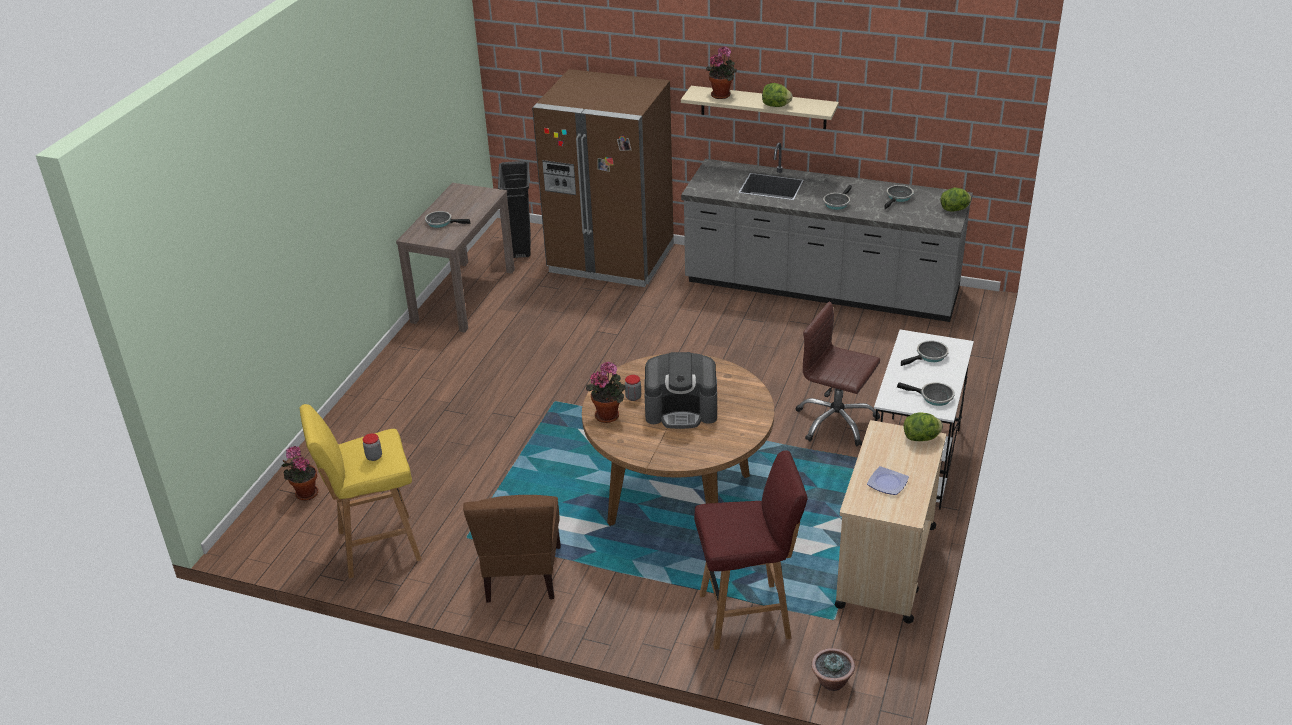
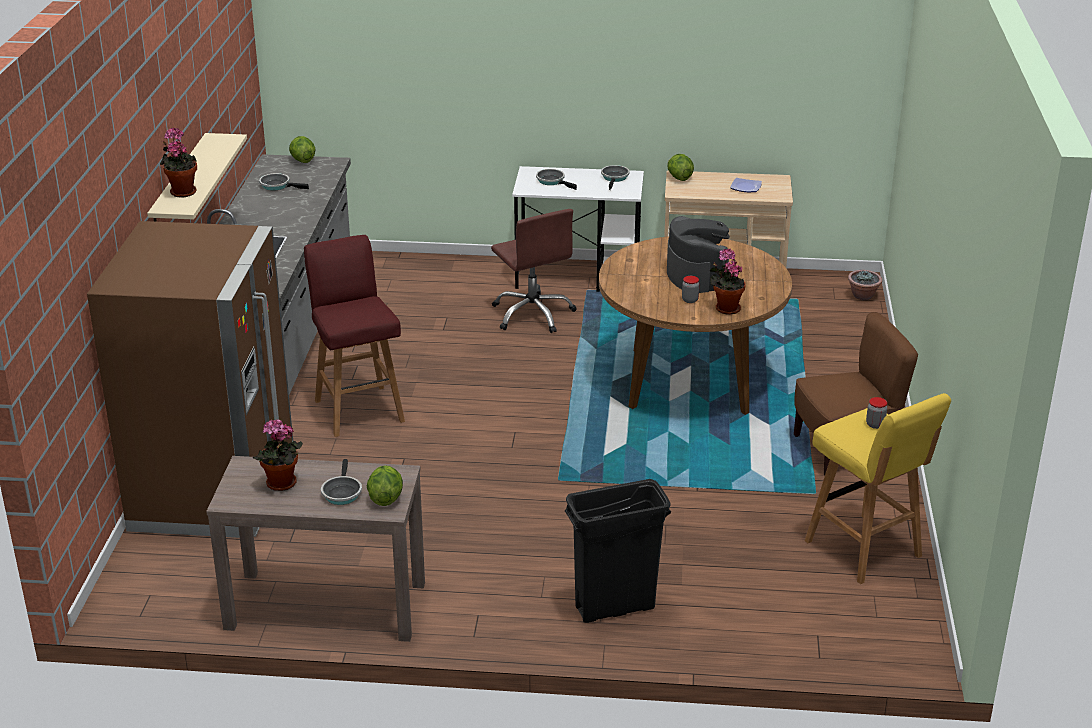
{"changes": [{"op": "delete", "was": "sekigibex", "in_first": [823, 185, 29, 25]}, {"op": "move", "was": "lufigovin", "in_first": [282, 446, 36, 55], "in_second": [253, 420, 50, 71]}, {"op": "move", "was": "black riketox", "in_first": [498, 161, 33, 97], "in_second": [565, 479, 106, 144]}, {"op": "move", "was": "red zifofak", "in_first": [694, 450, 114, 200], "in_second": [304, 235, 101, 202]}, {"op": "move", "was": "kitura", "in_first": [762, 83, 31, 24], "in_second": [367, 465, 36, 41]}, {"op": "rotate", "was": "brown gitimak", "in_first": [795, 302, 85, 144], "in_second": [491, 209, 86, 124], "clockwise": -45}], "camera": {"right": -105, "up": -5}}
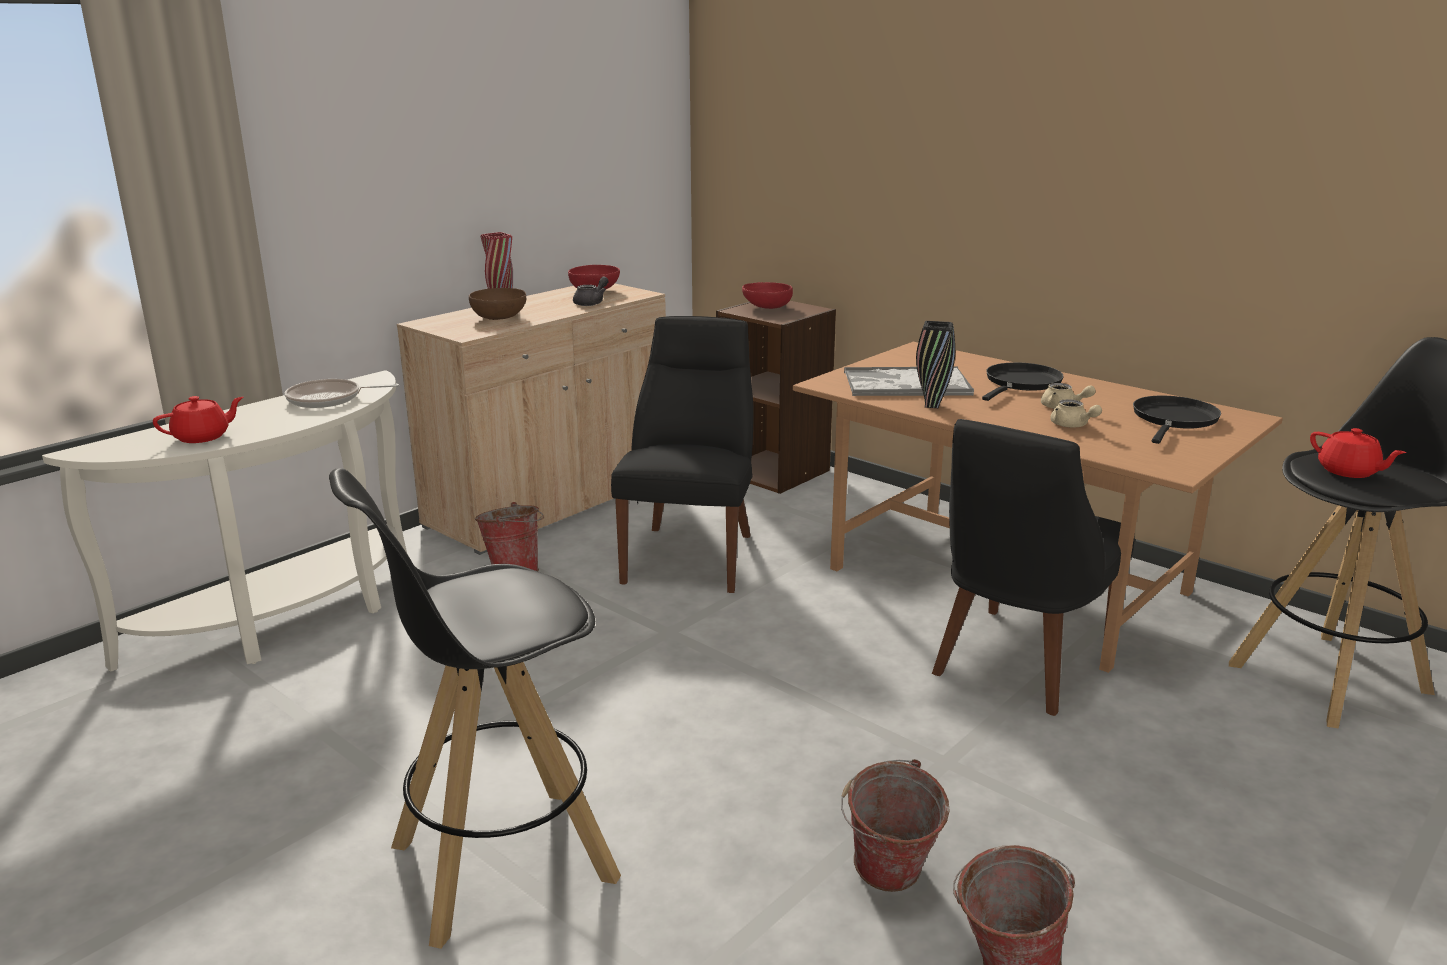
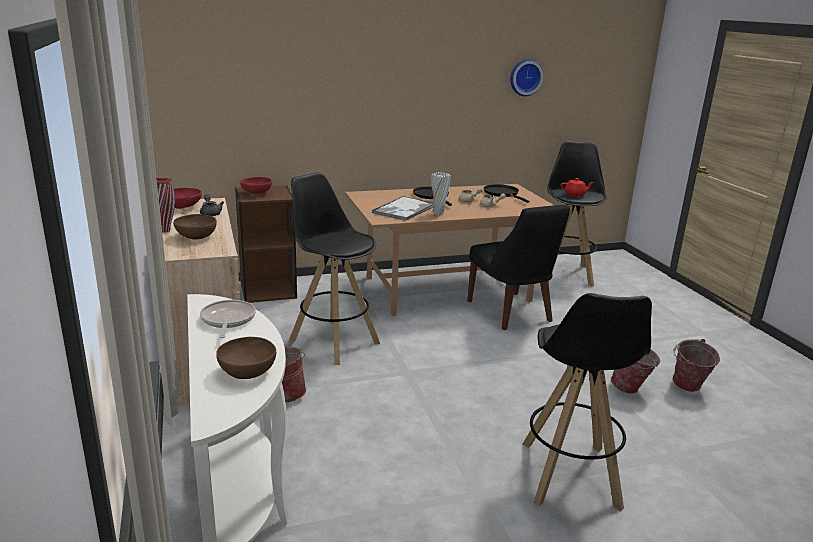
{"changes": [{"op": "insert", "now": "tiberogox", "in_second": [510, 59, 33, 37]}, {"op": "replace", "was": "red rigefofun", "now": "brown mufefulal", "in_first": [153, 396, 90, 47], "in_second": [216, 337, 60, 42]}, {"op": "replace", "was": "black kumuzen", "now": "black zifofak", "in_first": [611, 316, 143, 277], "in_second": [289, 172, 91, 193]}, {"op": "recolor", "was": "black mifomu", "now": "white mifomu", "in_first": [916, 321, 39, 87], "in_second": [431, 172, 20, 44]}, {"op": "rotate", "was": "sekigibex", "in_first": [284, 379, 115, 29], "in_second": [200, 300, 56, 38], "clockwise": 150}], "camera": {"right": -60, "up": 0}}
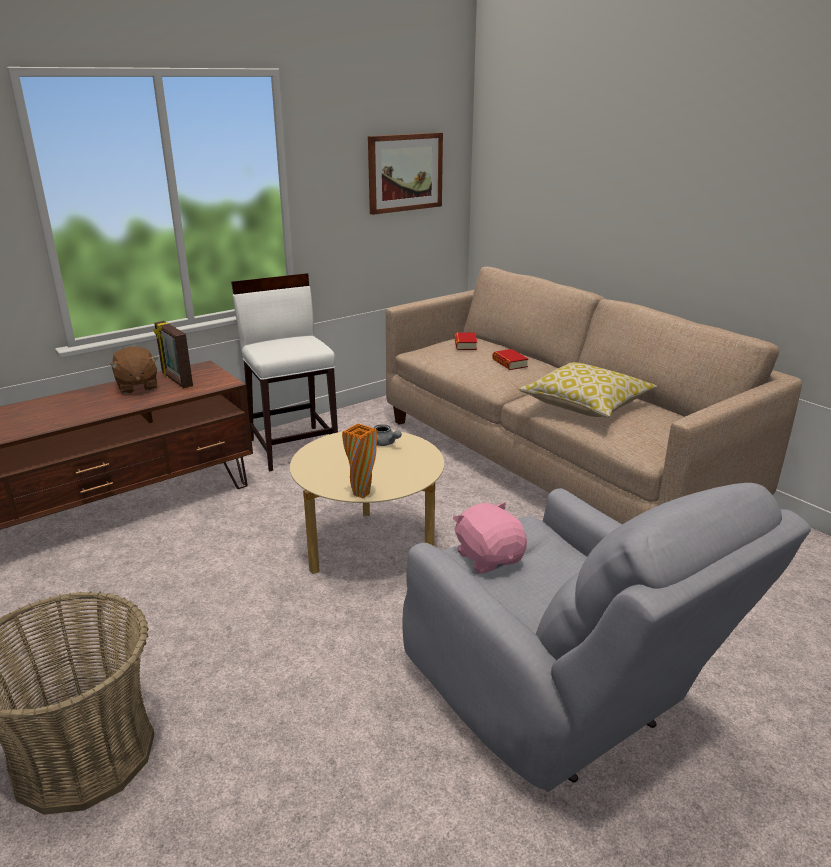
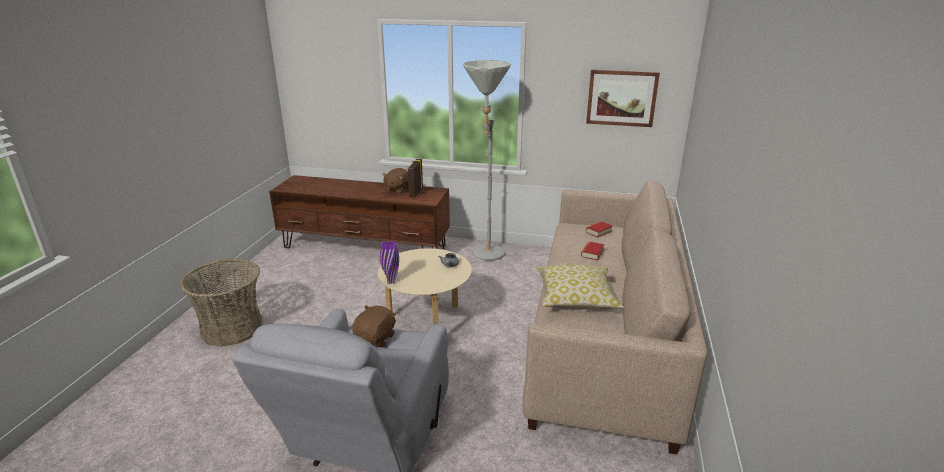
{"changes": [{"op": "replace", "was": "white zifofak", "now": "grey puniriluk", "in_first": [231, 273, 107, 198], "in_second": [463, 60, 48, 201]}, {"op": "recolor", "was": "orange mifomu", "now": "purple mifomu", "in_first": [342, 423, 35, 75], "in_second": [380, 242, 19, 42]}, {"op": "recolor", "was": "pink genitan", "now": "brown genitan", "in_first": [453, 502, 74, 71], "in_second": [352, 305, 45, 42]}], "camera": {"right": 50, "up": 0}}
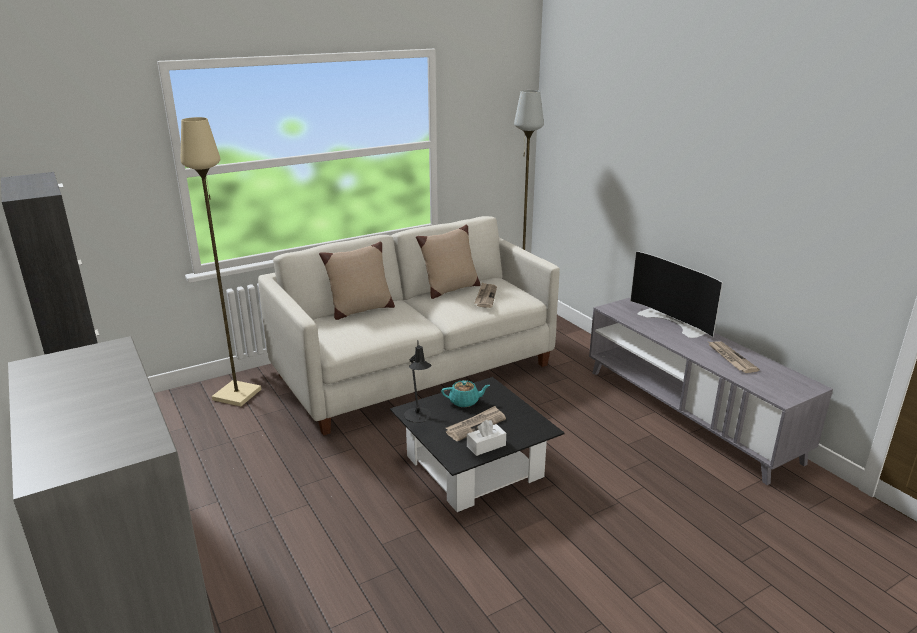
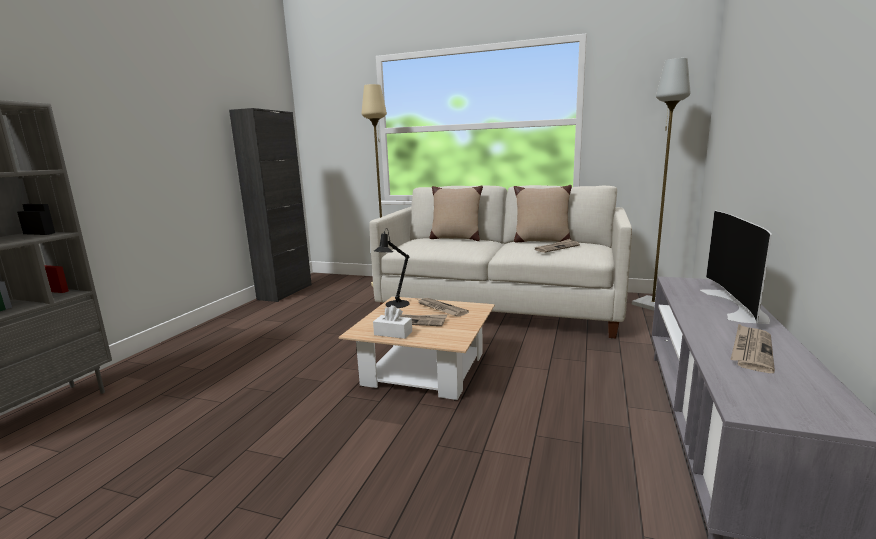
{"changes": [{"op": "replace", "was": "turquoise rigefofun", "now": "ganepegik", "in_first": [441, 380, 49, 27], "in_second": [418, 298, 51, 19]}, {"op": "recolor", "was": "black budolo", "now": "beige budolo", "in_first": [390, 377, 174, 135], "in_second": [338, 296, 157, 104]}], "camera": {"right": 50, "up": -10}}
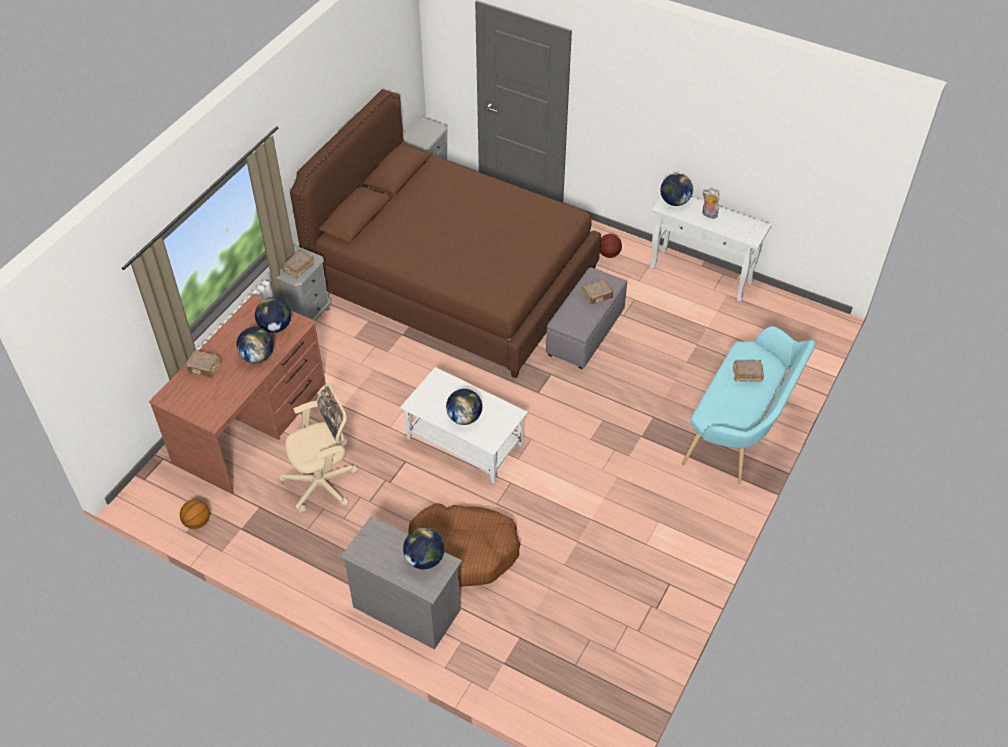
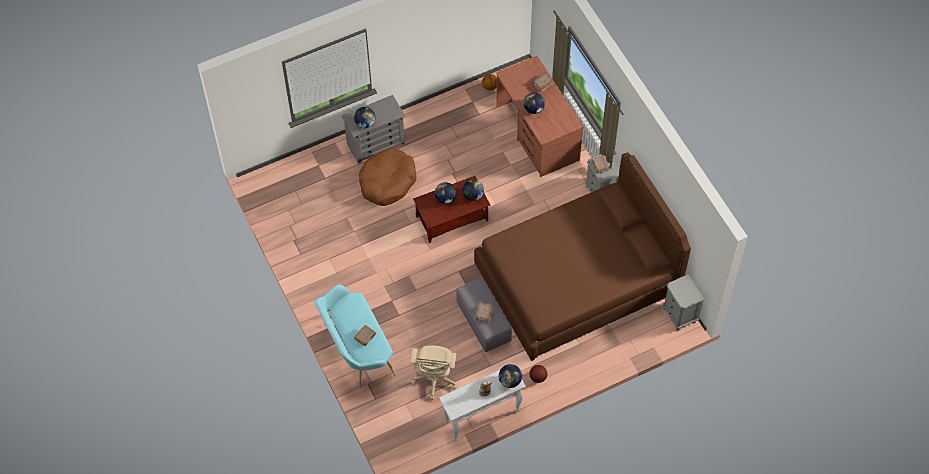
{"changes": [{"op": "move", "was": "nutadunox", "in_first": [255, 297, 36, 36], "in_second": [462, 179, 22, 22]}, {"op": "move", "was": "beige gitimak", "in_first": [278, 384, 80, 129], "in_second": [410, 345, 47, 55]}, {"op": "recolor", "was": "white budolo", "now": "brown budolo", "in_first": [400, 367, 128, 116], "in_second": [413, 176, 78, 67]}], "camera": {"right": 125, "up": 10}}
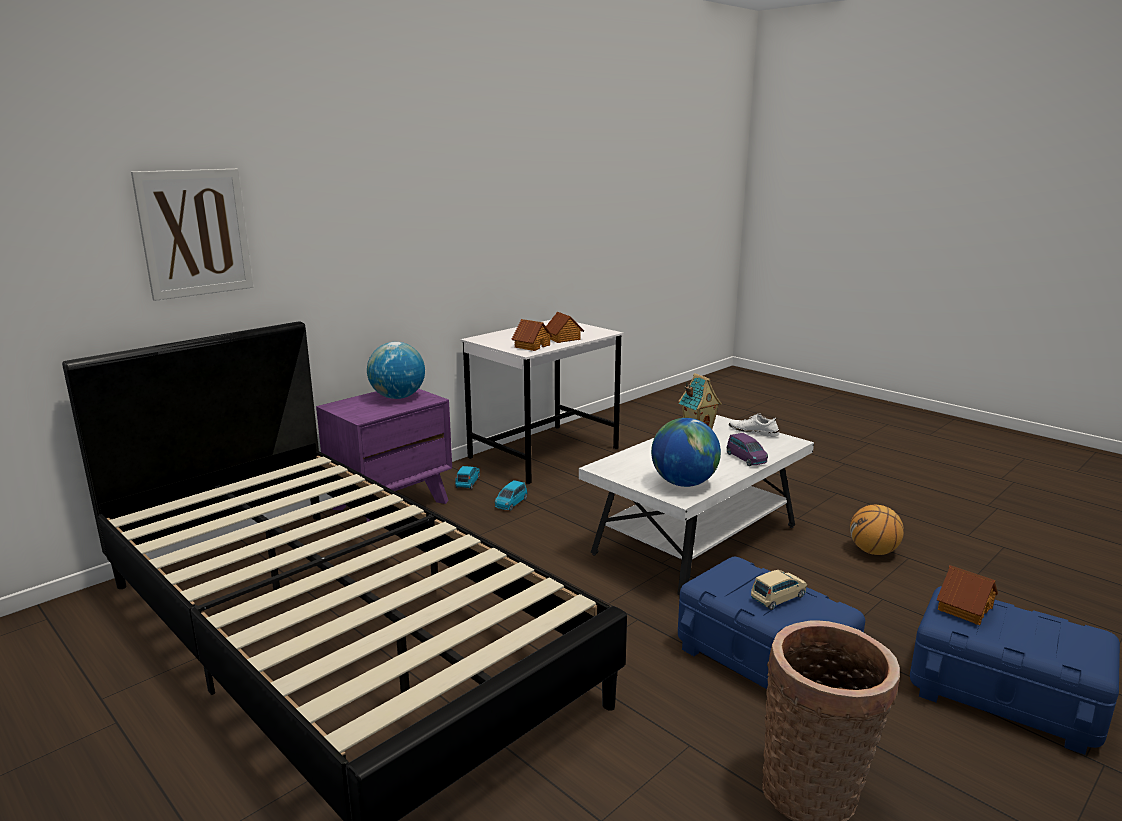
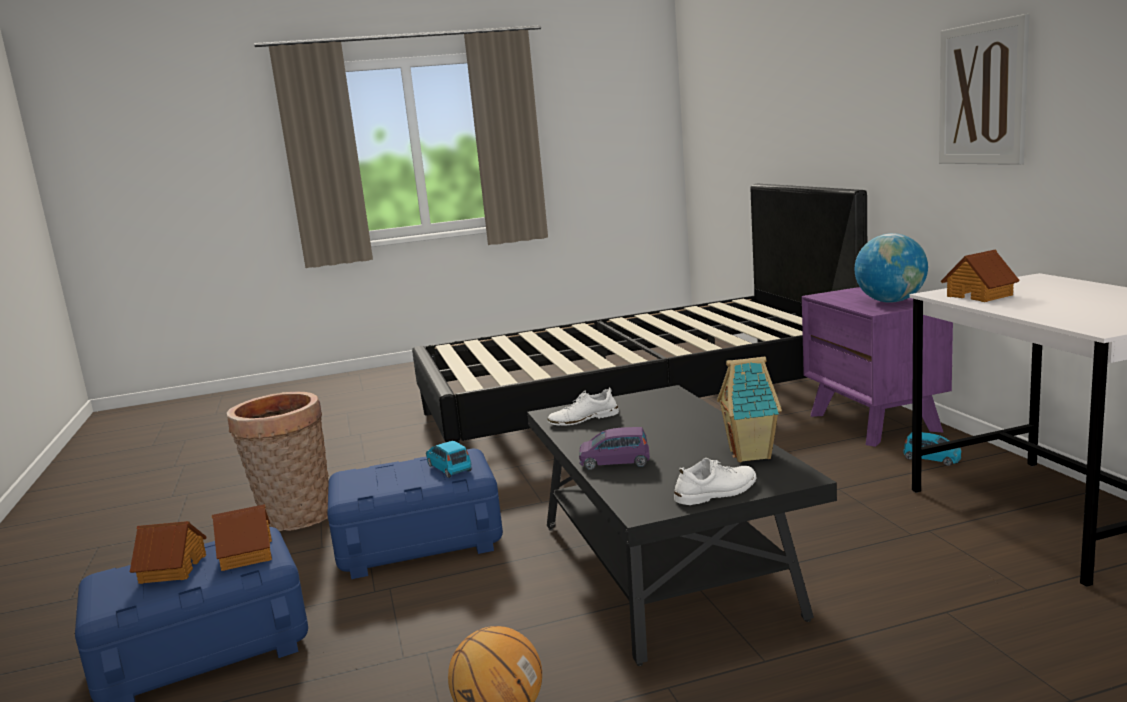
{"changes": [{"op": "delete", "was": "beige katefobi", "in_first": [751, 570, 56, 40]}, {"op": "move", "was": "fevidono", "in_first": [131, 169, 122, 132], "in_second": [939, 14, 91, 151]}, {"op": "move", "was": "blue katefobi", "in_first": [495, 480, 32, 31], "in_second": [426, 441, 45, 37]}, {"op": "move", "was": "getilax", "in_first": [546, 312, 38, 31], "in_second": [130, 521, 76, 63]}, {"op": "replace", "was": "nutadunox", "now": "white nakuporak", "in_first": [651, 418, 70, 69], "in_second": [547, 388, 72, 38]}, {"op": "recolor", "was": "white budolo", "now": "black budolo", "in_first": [579, 415, 235, 180], "in_second": [527, 385, 310, 281]}], "camera": {"right": 120, "up": -5}}
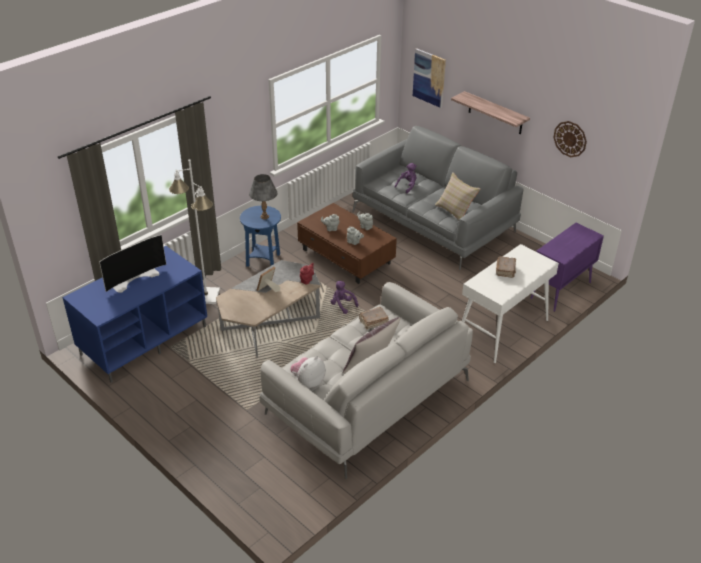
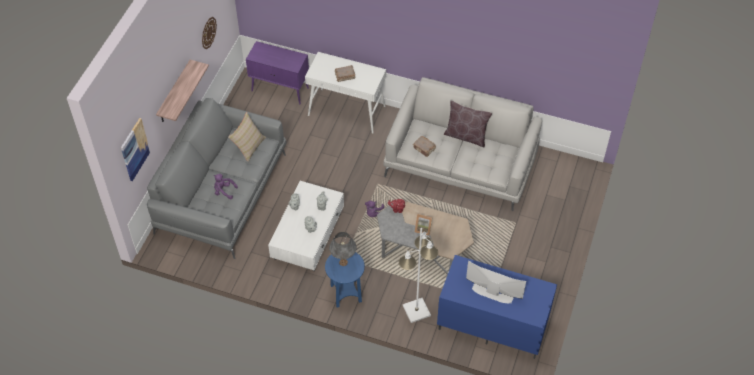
{"changes": [{"op": "delete", "was": "genitan", "in_first": [290, 356, 36, 32]}, {"op": "recolor", "was": "brown budolo", "now": "white budolo", "in_first": [297, 203, 100, 81], "in_second": [268, 181, 76, 90]}], "camera": {"right": -115, "up": 15}}
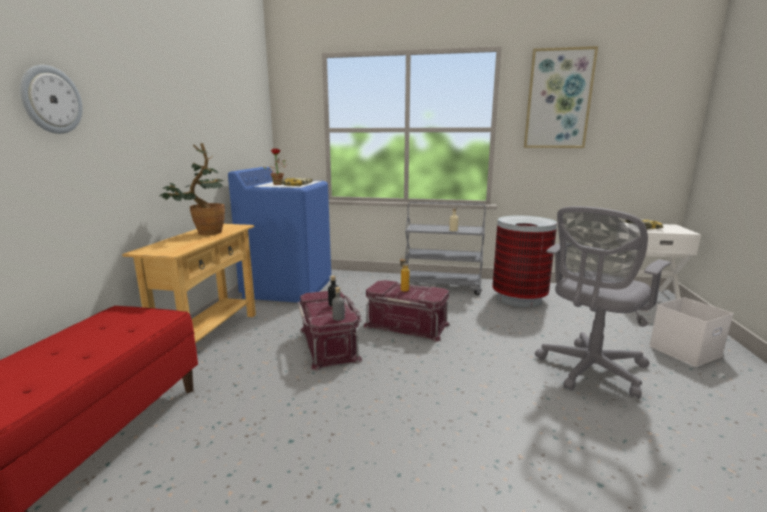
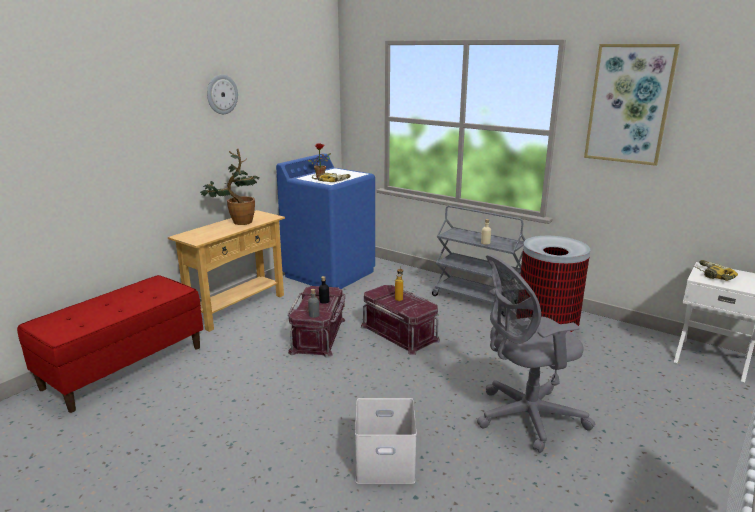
{"changes": [{"op": "move", "was": "tiberogox", "in_first": [19, 65, 64, 69], "in_second": [207, 74, 31, 40]}, {"op": "move", "was": "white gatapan", "in_first": [649, 297, 85, 70], "in_second": [355, 398, 62, 86]}], "camera": {"right": 25, "up": 5}}
